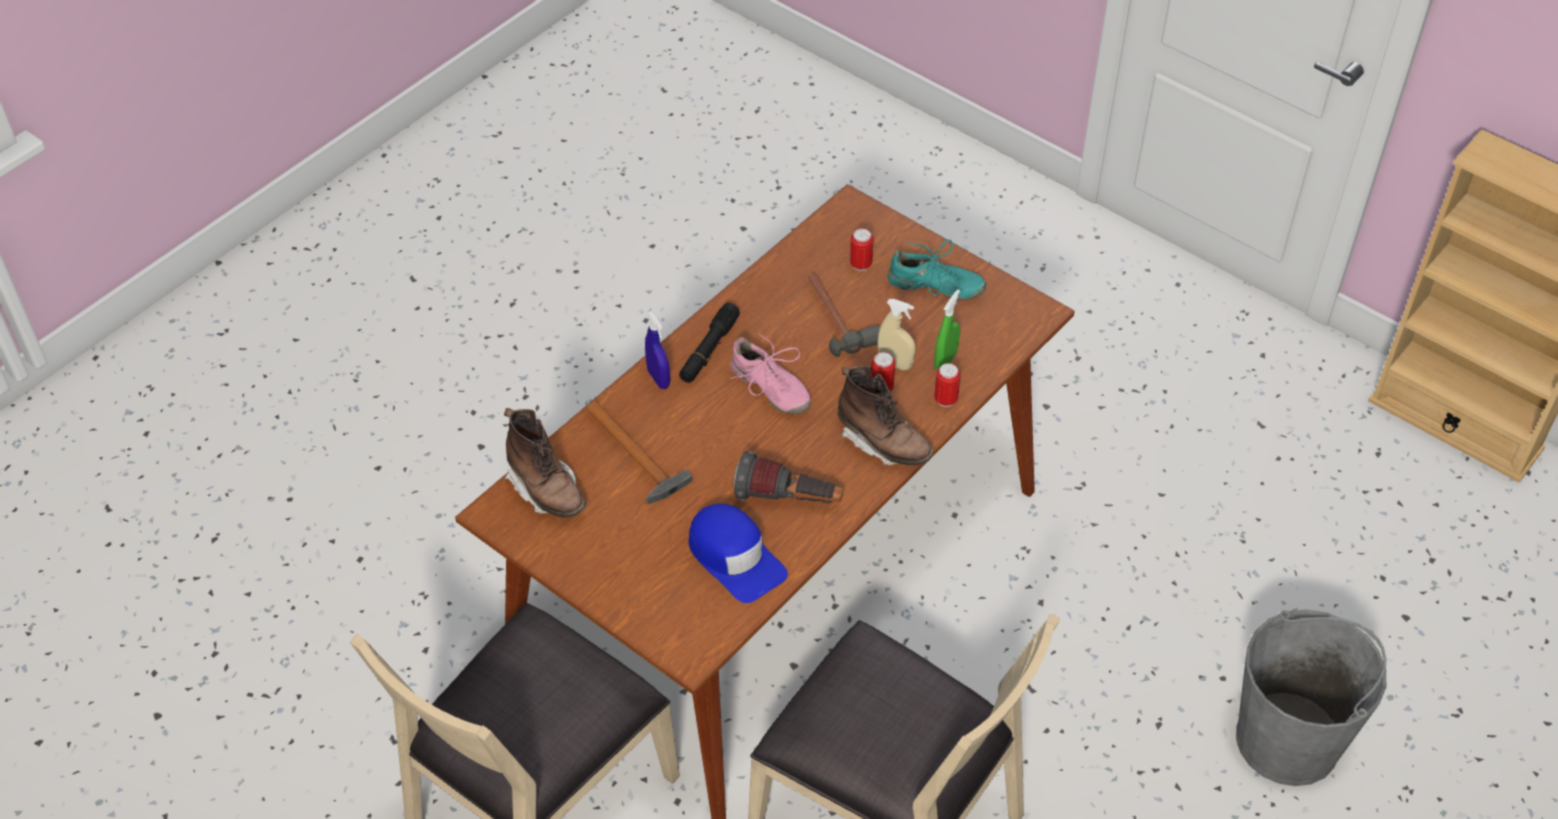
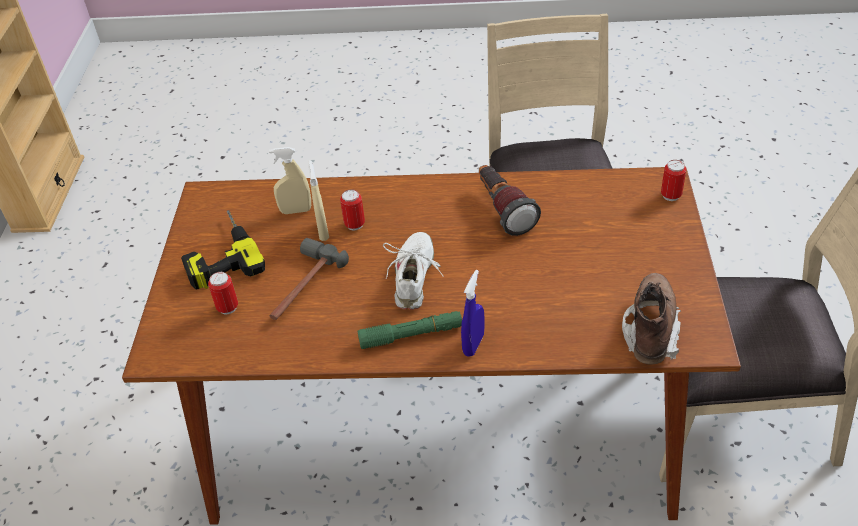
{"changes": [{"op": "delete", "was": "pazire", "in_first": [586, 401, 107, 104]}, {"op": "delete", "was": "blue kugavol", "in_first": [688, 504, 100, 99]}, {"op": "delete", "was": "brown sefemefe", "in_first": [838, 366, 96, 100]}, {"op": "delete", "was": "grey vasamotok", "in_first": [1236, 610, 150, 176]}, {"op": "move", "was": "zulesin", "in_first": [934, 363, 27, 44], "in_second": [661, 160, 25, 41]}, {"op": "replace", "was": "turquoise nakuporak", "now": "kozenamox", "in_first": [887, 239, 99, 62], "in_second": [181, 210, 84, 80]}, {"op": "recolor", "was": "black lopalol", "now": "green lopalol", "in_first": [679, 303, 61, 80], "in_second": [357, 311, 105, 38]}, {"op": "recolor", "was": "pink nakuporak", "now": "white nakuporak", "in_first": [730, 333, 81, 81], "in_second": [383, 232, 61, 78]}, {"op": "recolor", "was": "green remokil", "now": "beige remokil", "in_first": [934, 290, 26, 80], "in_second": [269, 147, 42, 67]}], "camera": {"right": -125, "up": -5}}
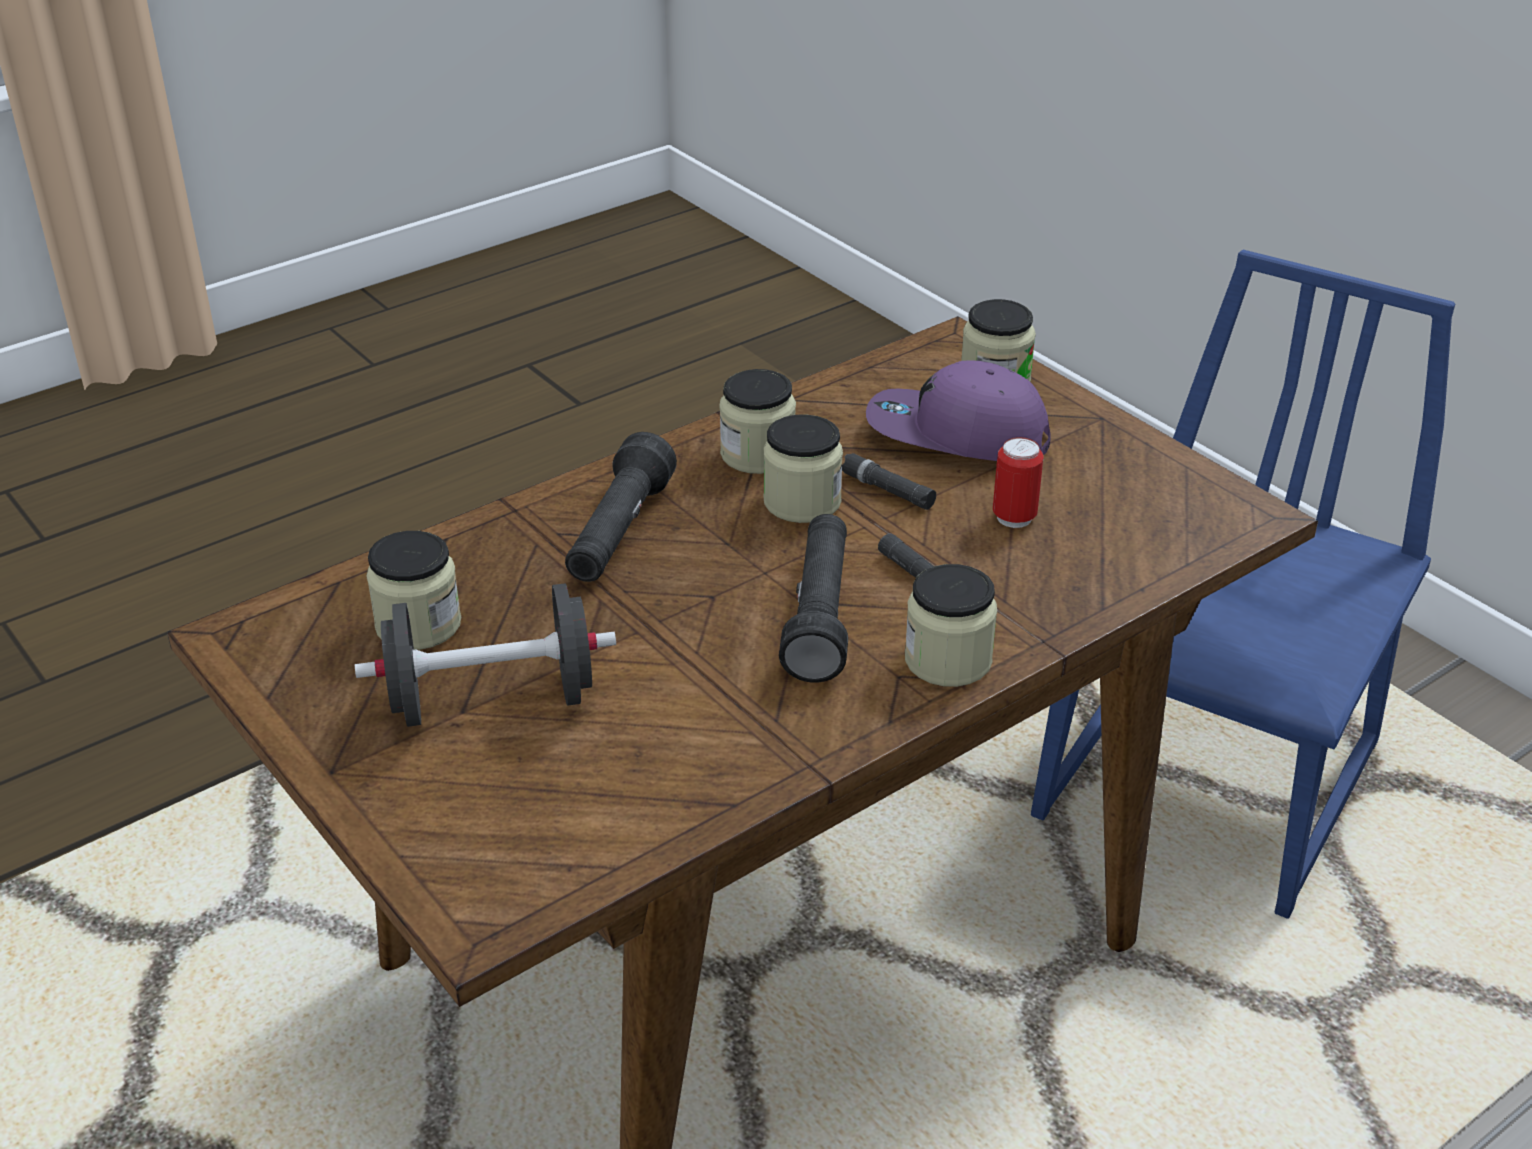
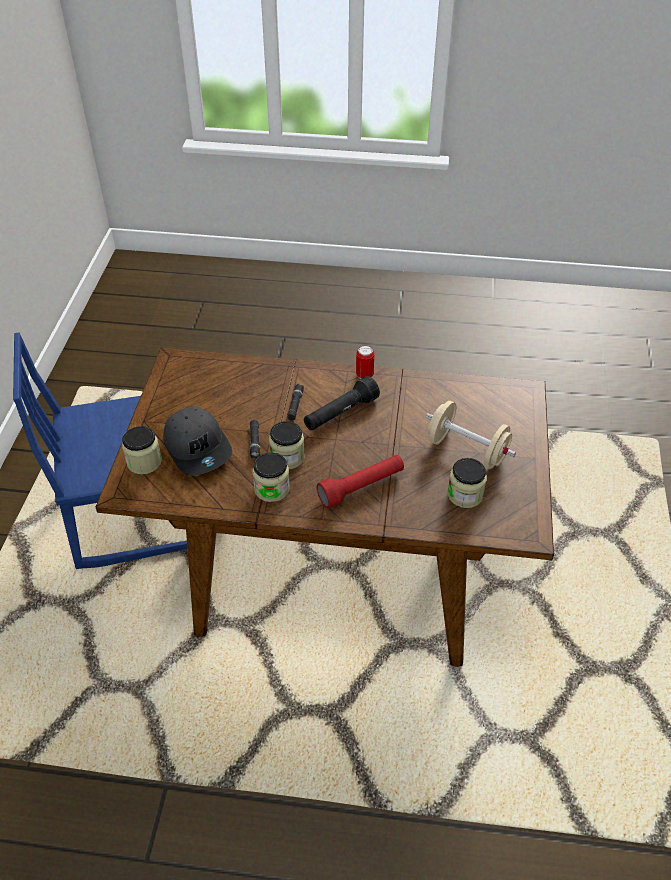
{"changes": [{"op": "delete", "was": "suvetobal", "in_first": [905, 564, 92, 123]}, {"op": "move", "was": "zulesin", "in_first": [993, 437, 50, 91], "in_second": [356, 345, 18, 34]}, {"op": "recolor", "was": "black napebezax", "now": "beige napebezax", "in_first": [355, 583, 261, 144], "in_second": [426, 401, 90, 68]}, {"op": "recolor", "was": "black lopalol", "now": "red lopalol", "in_first": [565, 432, 112, 150], "in_second": [316, 455, 88, 53]}, {"op": "recolor", "was": "purple kugavol", "now": "grey kugavol", "in_first": [866, 361, 185, 100], "in_second": [163, 407, 69, 69]}], "camera": {"right": -135, "up": 10}}
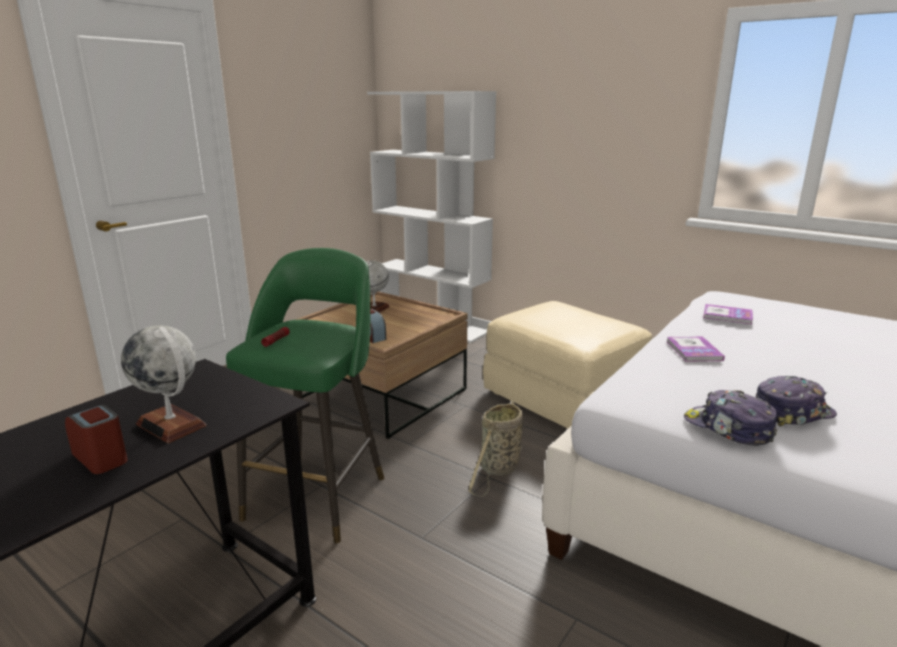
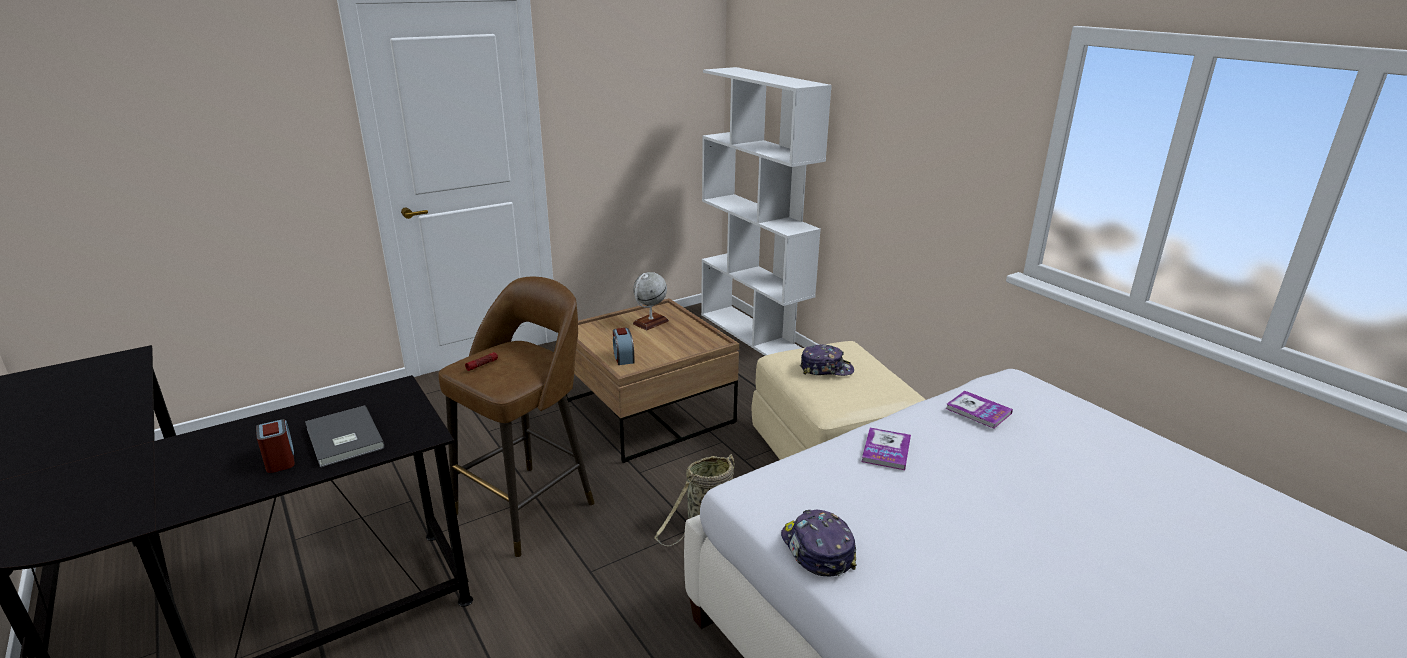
{"changes": [{"op": "move", "was": "kugavol", "in_first": [756, 376, 81, 51], "in_second": [800, 344, 54, 32]}, {"op": "replace", "was": "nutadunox", "now": "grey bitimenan", "in_first": [121, 326, 86, 117], "in_second": [305, 406, 80, 61]}, {"op": "recolor", "was": "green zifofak", "now": "brown zifofak", "in_first": [226, 248, 158, 296], "in_second": [438, 277, 157, 280]}], "camera": {"right": 20, "up": 5}}
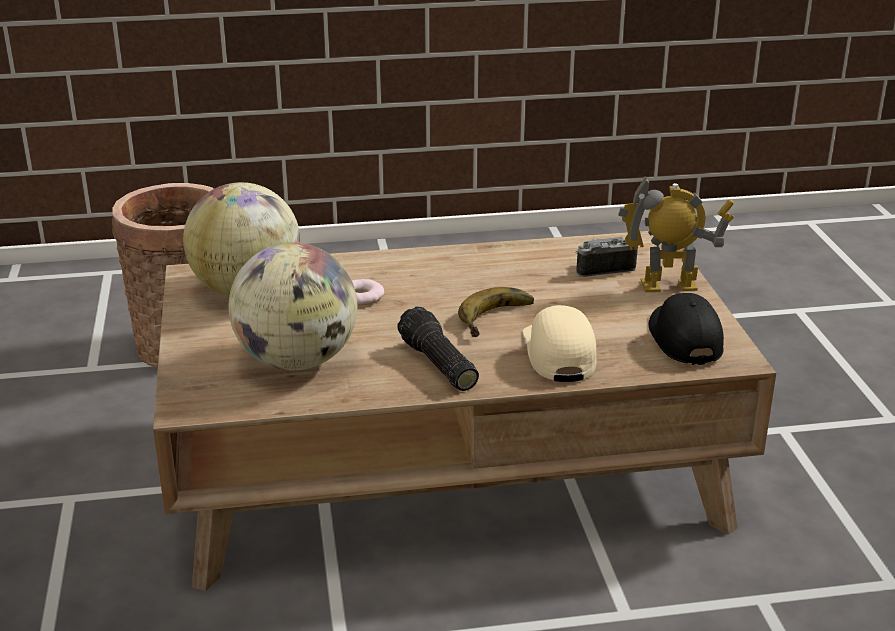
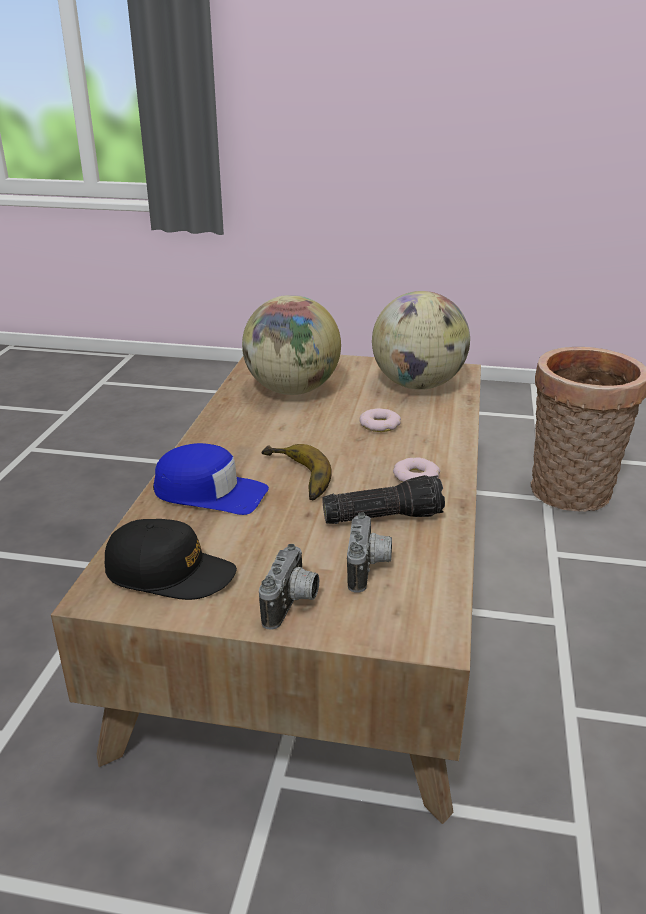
{"changes": [{"op": "insert", "now": "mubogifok", "in_second": [393, 457, 47, 25]}, {"op": "move", "was": "lopalol", "in_first": [397, 306, 82, 85], "in_second": [322, 475, 123, 49]}, {"op": "replace", "was": "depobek", "now": "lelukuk", "in_first": [618, 176, 116, 116], "in_second": [259, 544, 60, 86]}, {"op": "recolor", "was": "beige kugavol", "now": "blue kugavol", "in_first": [522, 305, 74, 77], "in_second": [153, 443, 116, 72]}], "camera": {"right": 110, "up": 0}}
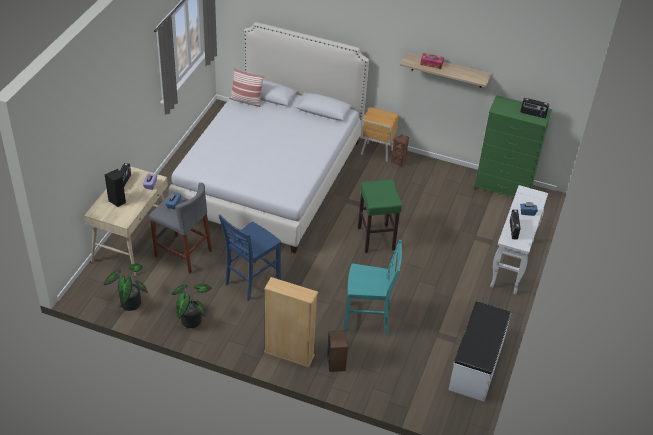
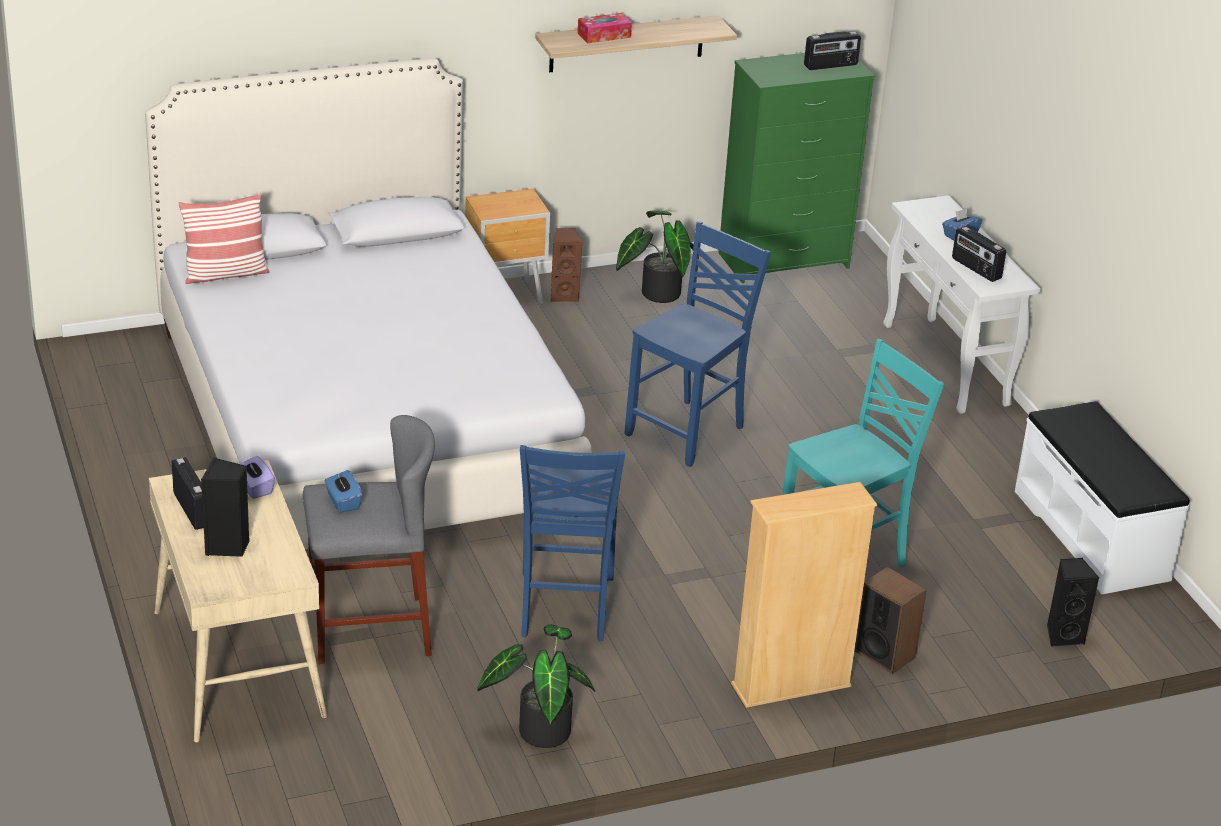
{"changes": [{"op": "insert", "now": "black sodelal", "in_second": [1047, 558, 52, 89]}, {"op": "move", "was": "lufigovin", "in_first": [104, 263, 44, 48], "in_second": [616, 211, 78, 92]}, {"op": "replace", "was": "green zifofak", "now": "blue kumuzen", "in_first": [358, 179, 44, 74], "in_second": [625, 221, 146, 246]}], "camera": {"right": -40, "up": -10}}
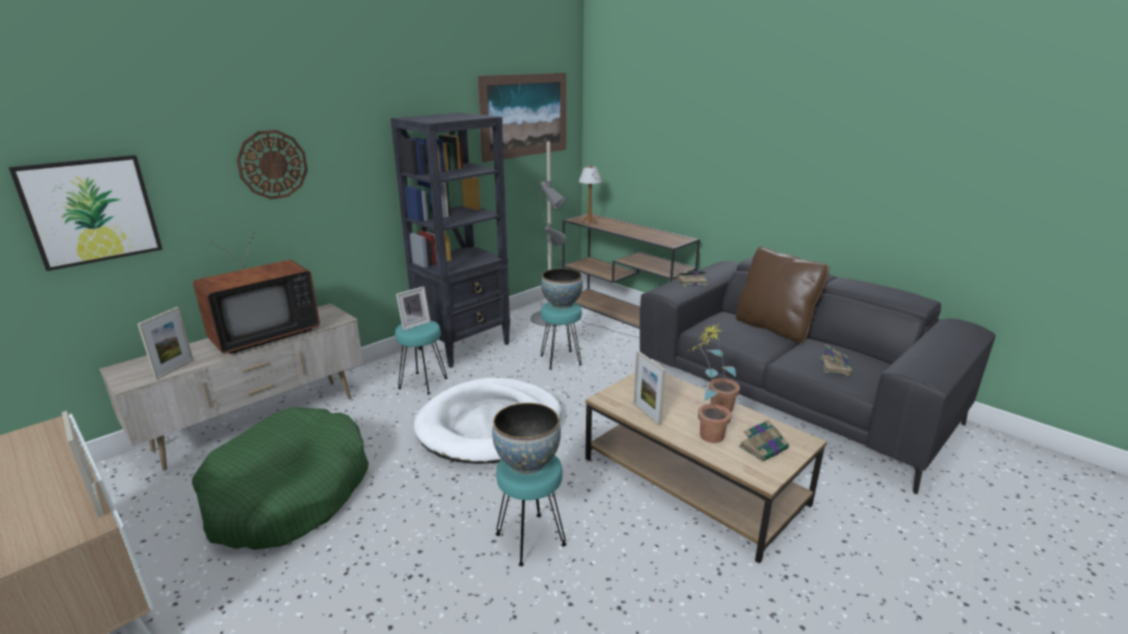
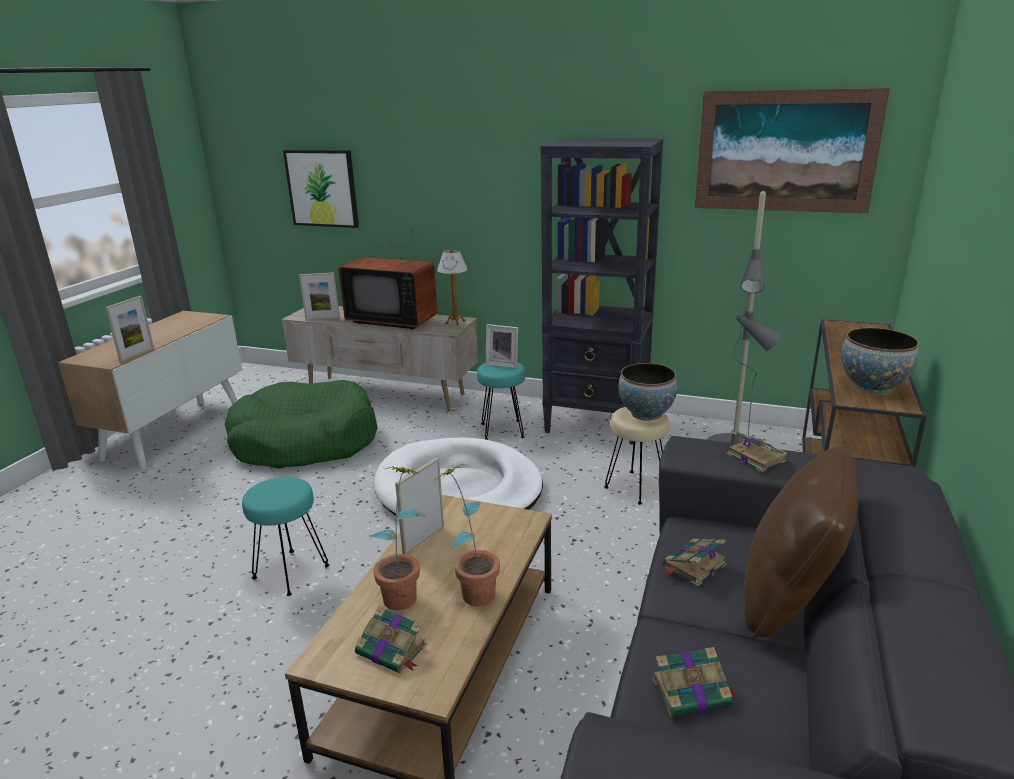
{"changes": [{"op": "delete", "was": "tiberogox", "in_first": [237, 130, 71, 70]}, {"op": "insert", "now": "bitimenan", "in_second": [663, 539, 64, 48]}, {"op": "move", "was": "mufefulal", "in_first": [492, 403, 69, 71], "in_second": [842, 328, 77, 66]}, {"op": "move", "was": "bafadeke", "in_first": [579, 165, 23, 60], "in_second": [437, 249, 31, 77]}, {"op": "recolor", "was": "turquoise zifofak", "now": "beige zifofak", "in_first": [540, 302, 42, 68], "in_second": [604, 407, 65, 98]}], "camera": {"right": 65, "up": 0}}
